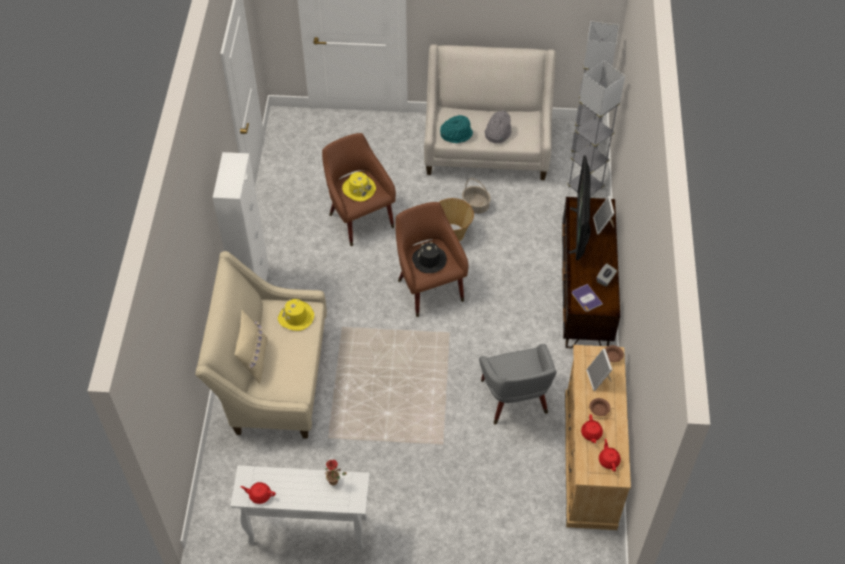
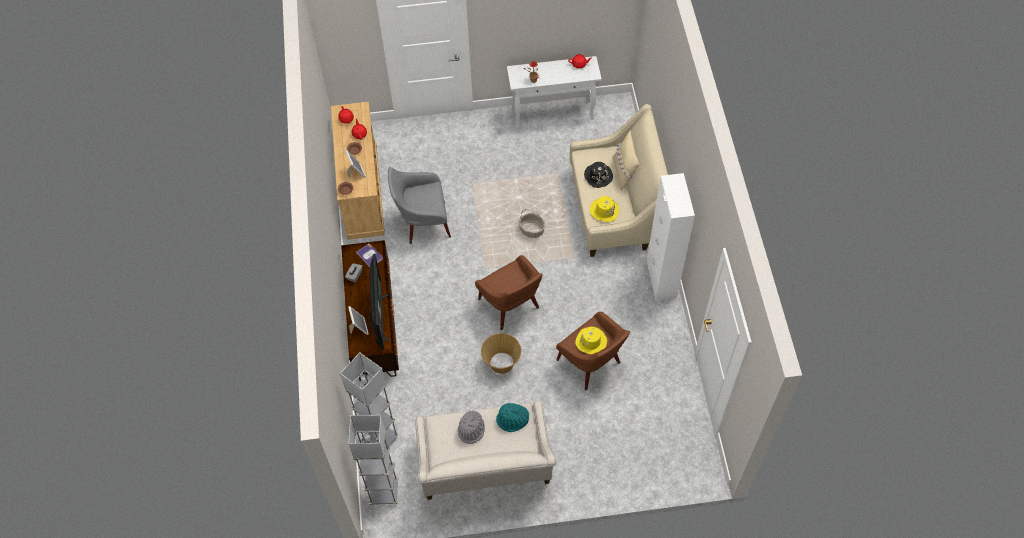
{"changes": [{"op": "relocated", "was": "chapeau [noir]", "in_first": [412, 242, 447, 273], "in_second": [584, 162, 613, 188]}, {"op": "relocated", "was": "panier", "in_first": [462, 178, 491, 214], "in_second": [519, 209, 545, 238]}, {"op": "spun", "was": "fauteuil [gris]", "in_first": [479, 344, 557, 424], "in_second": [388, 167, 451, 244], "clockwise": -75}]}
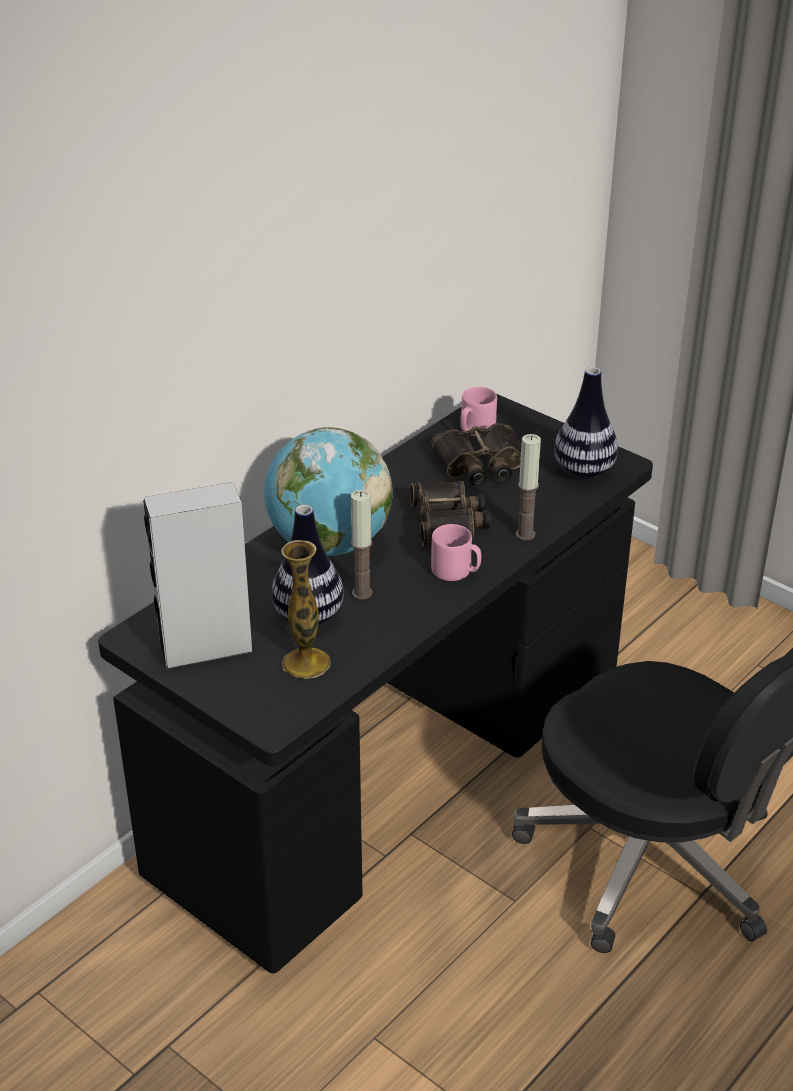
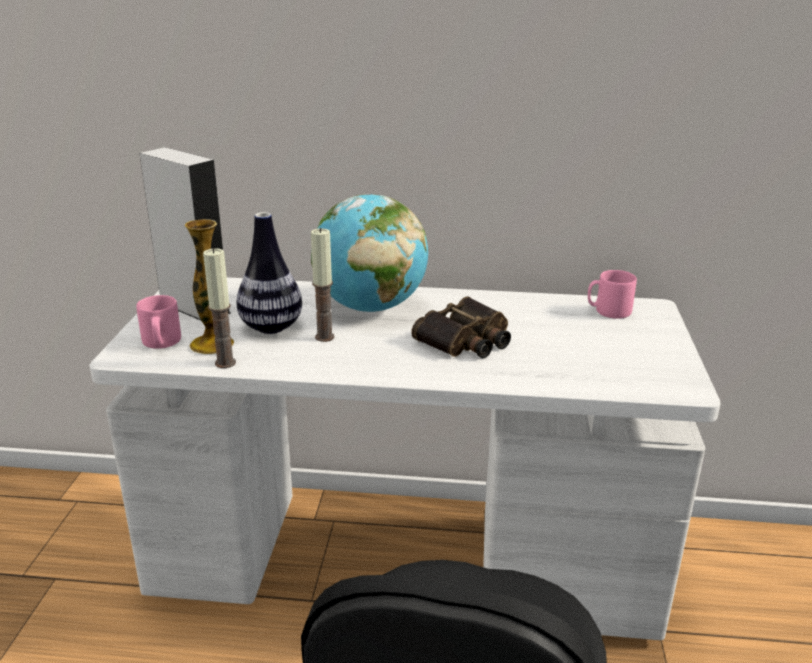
{"changes": [{"op": "colour", "was": "bureau [noir]", "now": "bureau [blanc]", "in_first": [98, 394, 653, 973], "in_second": [89, 277, 721, 640]}, {"op": "missing", "was": "jumelles", "in_first": [431, 423, 521, 486]}, {"op": "relocated", "was": "mug [rose]", "in_first": [431, 524, 481, 581], "in_second": [136, 295, 181, 349]}, {"op": "relocated", "was": "bougie", "in_first": [515, 434, 541, 540], "in_second": [203, 248, 236, 368]}, {"op": "missing", "was": "vase", "in_first": [554, 367, 618, 479]}]}
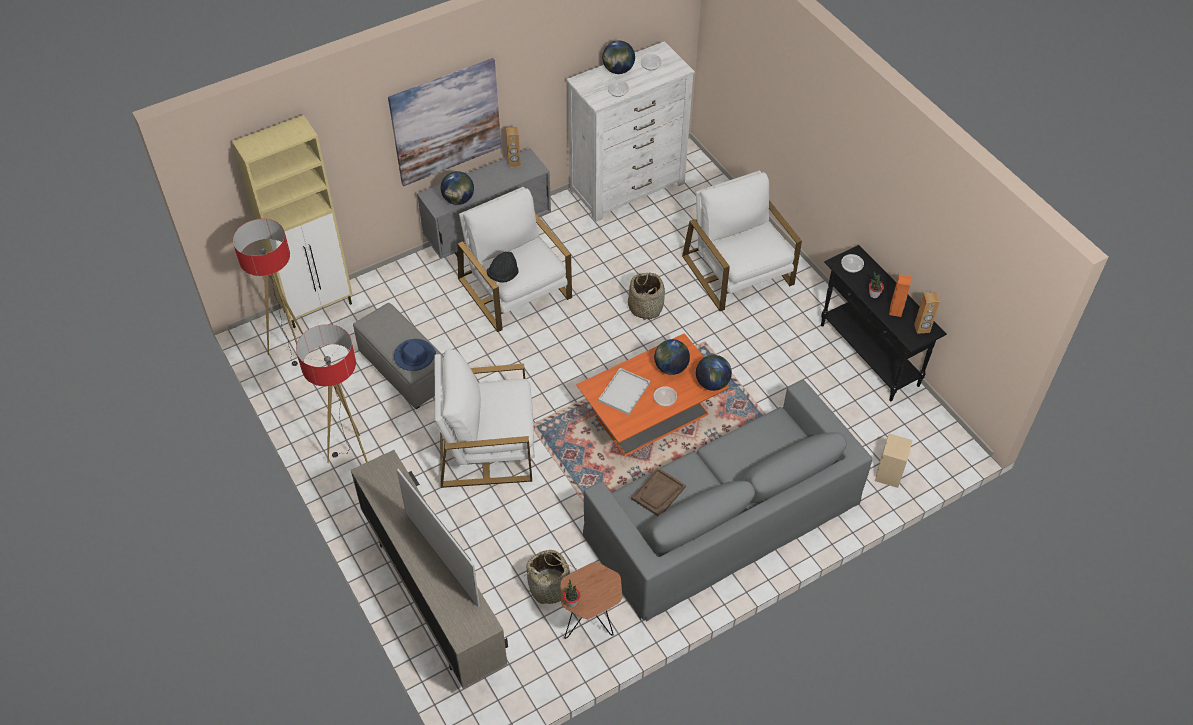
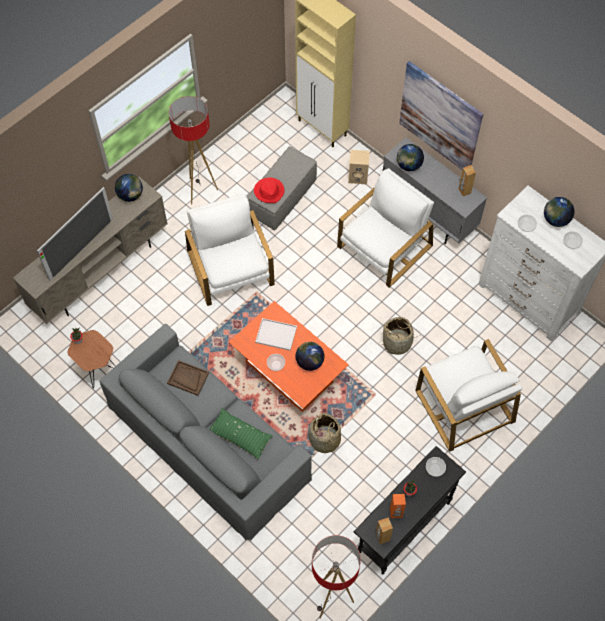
{"changes": [{"op": "relocated", "was": "lampadaire", "in_first": [233, 219, 304, 366], "in_second": [312, 535, 361, 619]}, {"op": "colour", "was": "chapeau [bleu]", "now": "chapeau [rouge]", "in_first": [394, 339, 436, 371], "in_second": [254, 177, 284, 203]}, {"op": "missing", "was": "chapeau [noir]", "in_first": [486, 252, 519, 283]}, {"op": "relocated", "was": "panier", "in_first": [524, 550, 573, 604], "in_second": [308, 413, 341, 455]}, {"op": "spun", "was": "fauteuil [blanc]", "in_first": [682, 171, 802, 311], "in_second": [415, 339, 523, 452], "clockwise": 105}, {"op": "relocated", "was": "globe", "in_first": [696, 355, 732, 391], "in_second": [115, 174, 143, 202]}, {"op": "relocated", "was": "enceinte [beige]", "in_first": [875, 433, 913, 488], "in_second": [348, 150, 370, 184]}, {"op": "appeared", "now": "coussin [vert]", "in_second": [209, 408, 273, 460]}]}
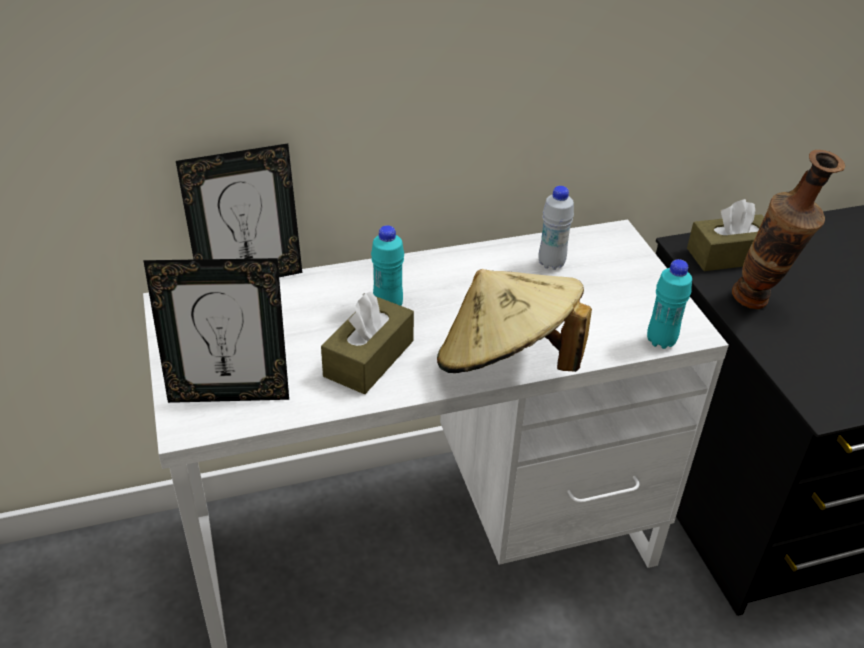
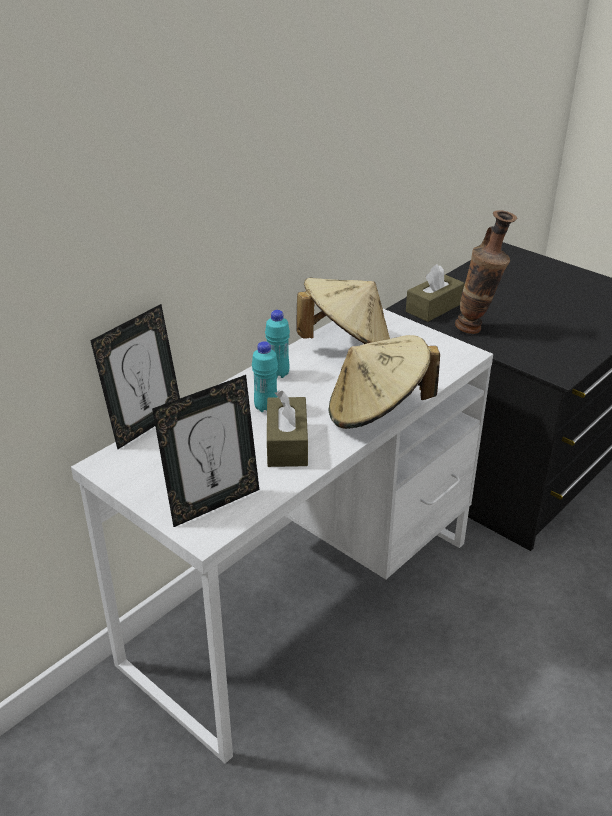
{"changes": [{"op": "exchanged", "was": "bouteille [blanc]", "now": "chapeau [beige]", "in_first": [539, 186, 574, 270], "in_second": [296, 278, 390, 344]}, {"op": "relocated", "was": "bouteille [turquoise]", "in_first": [647, 259, 692, 349], "in_second": [265, 310, 290, 378]}]}
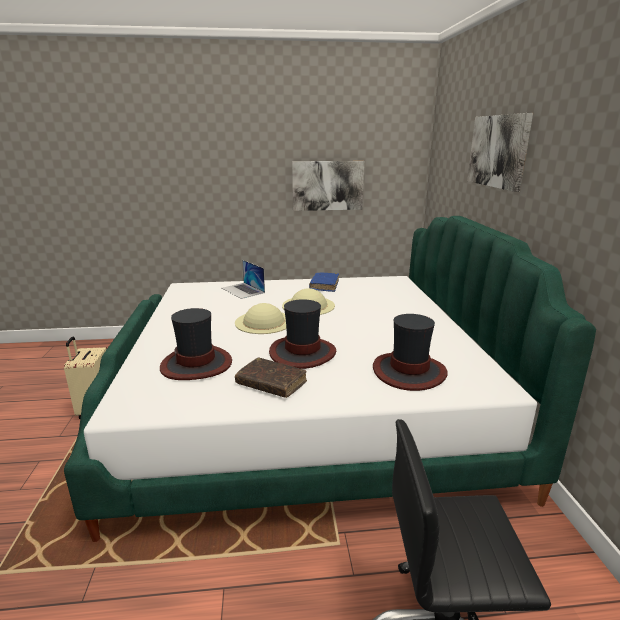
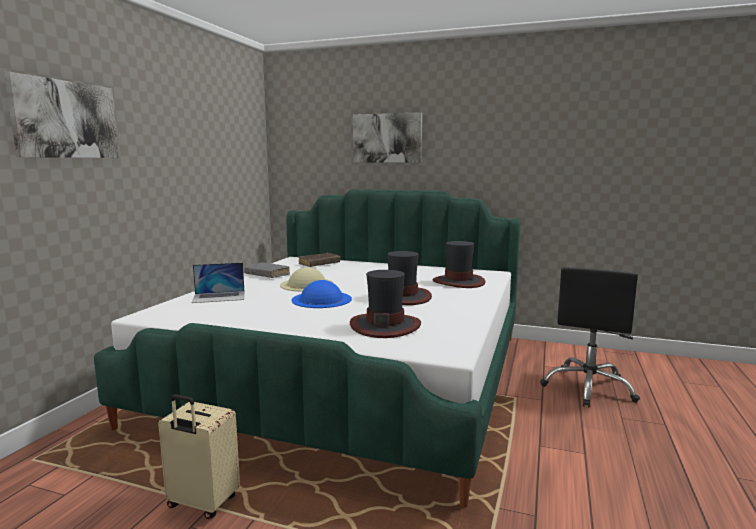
{"changes": [{"op": "colour", "was": "chapeau [beige]", "now": "chapeau [bleu]", "in_first": [235, 303, 286, 334], "in_second": [291, 280, 352, 308]}, {"op": "relocated", "was": "livre [marron]", "in_first": [235, 357, 307, 398], "in_second": [298, 253, 340, 267]}, {"op": "relocated", "was": "tableau", "in_first": [292, 161, 364, 211], "in_second": [4, 72, 119, 158]}, {"op": "colour", "was": "livre [bleu]", "now": "livre [gris]", "in_first": [309, 272, 339, 292], "in_second": [244, 262, 290, 278]}]}
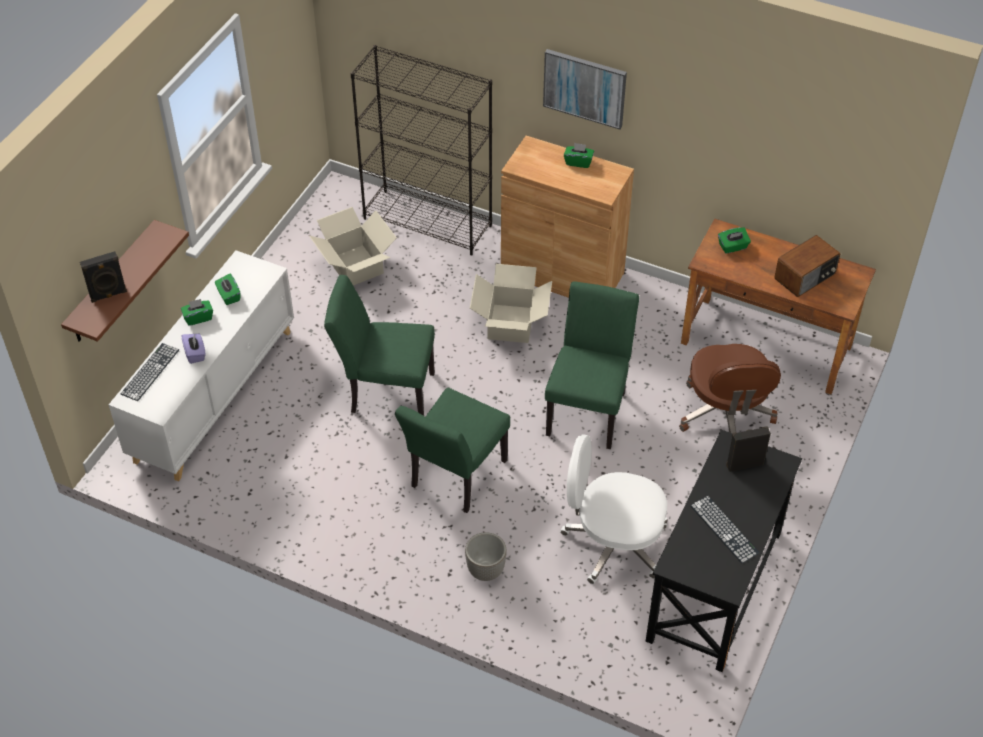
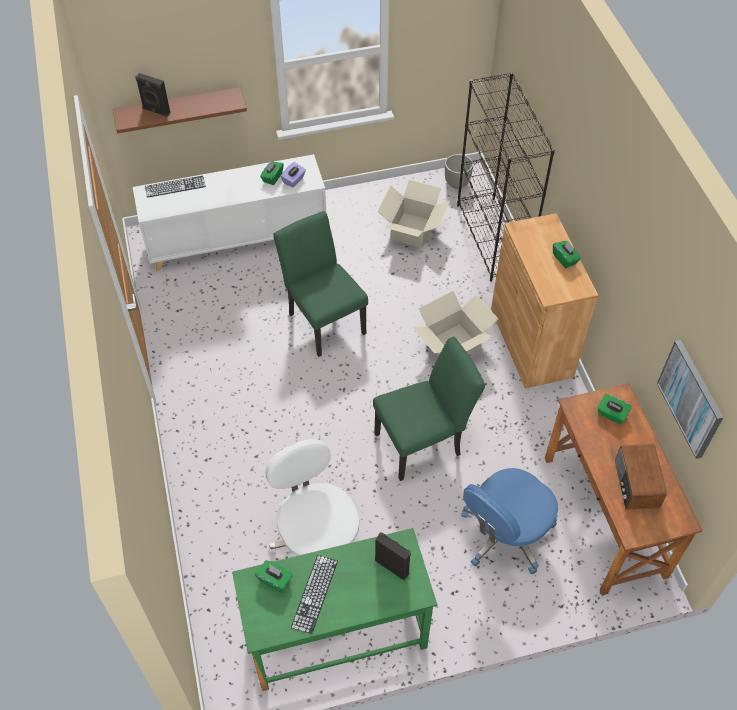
{"changes": [{"op": "relocated", "was": "boîte à mouchoirs [vert]", "in_first": [181, 299, 213, 326], "in_second": [255, 560, 293, 593]}, {"op": "relocated", "was": "boîte à mouchoirs [violet]", "in_first": [182, 333, 206, 364], "in_second": [281, 162, 306, 188]}, {"op": "missing", "was": "chaise [vert]", "in_first": [395, 387, 510, 513]}, {"op": "relocated", "was": "cache-pot", "in_first": [465, 532, 507, 581], "in_second": [445, 154, 473, 189]}, {"op": "relocated", "was": "tableau", "in_first": [543, 49, 627, 130], "in_second": [657, 340, 724, 459]}, {"op": "colour", "was": "bureau [noir]", "now": "bureau [vert]", "in_first": [646, 430, 802, 672], "in_second": [232, 528, 437, 691]}, {"op": "colour", "was": "chaise de bureau [marron]", "now": "chaise de bureau [bleu]", "in_first": [679, 344, 781, 433], "in_second": [461, 468, 558, 574]}, {"op": "spun", "was": "radio", "in_first": [774, 235, 840, 297], "in_second": [615, 444, 667, 510], "clockwise": 75}]}
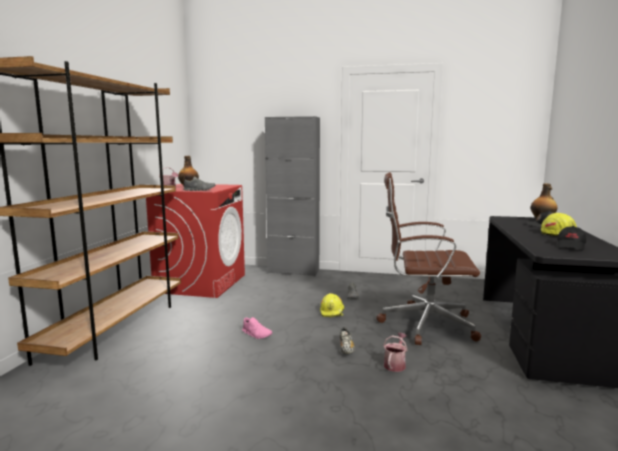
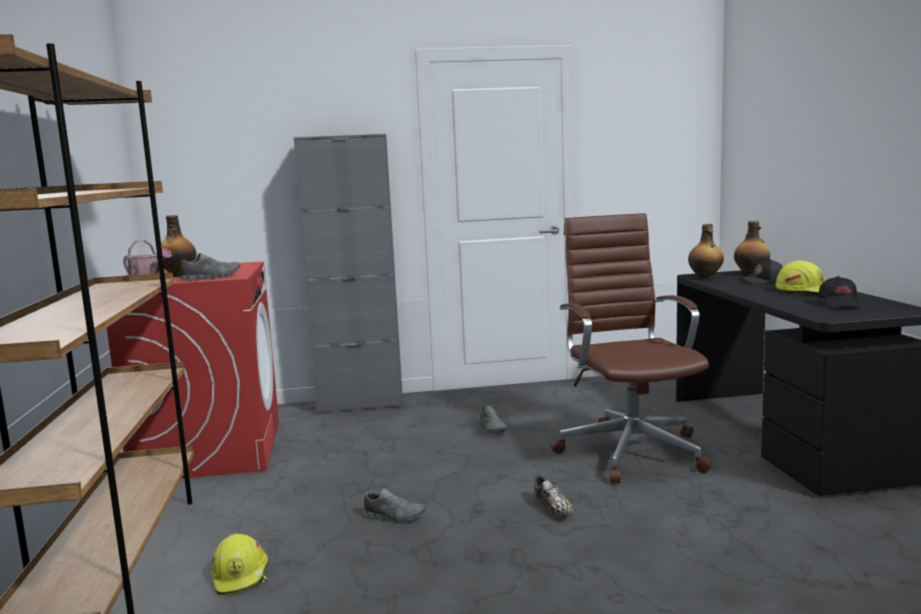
{"changes": [{"op": "colour", "was": "chaussure [rose]", "now": "chaussure [gris]", "in_first": [242, 317, 272, 339], "in_second": [363, 488, 426, 523]}, {"op": "relocated", "was": "casque de chantier [jaune]", "in_first": [320, 293, 344, 317], "in_second": [211, 533, 269, 596]}, {"op": "spun", "was": "chaise de bureau [marron]", "in_first": [376, 172, 481, 345], "in_second": [551, 213, 711, 483], "clockwise": 90}, {"op": "missing", "was": "arrosoir", "in_first": [383, 333, 407, 372]}, {"op": "appeared", "now": "bouteille", "in_second": [688, 224, 724, 279]}]}
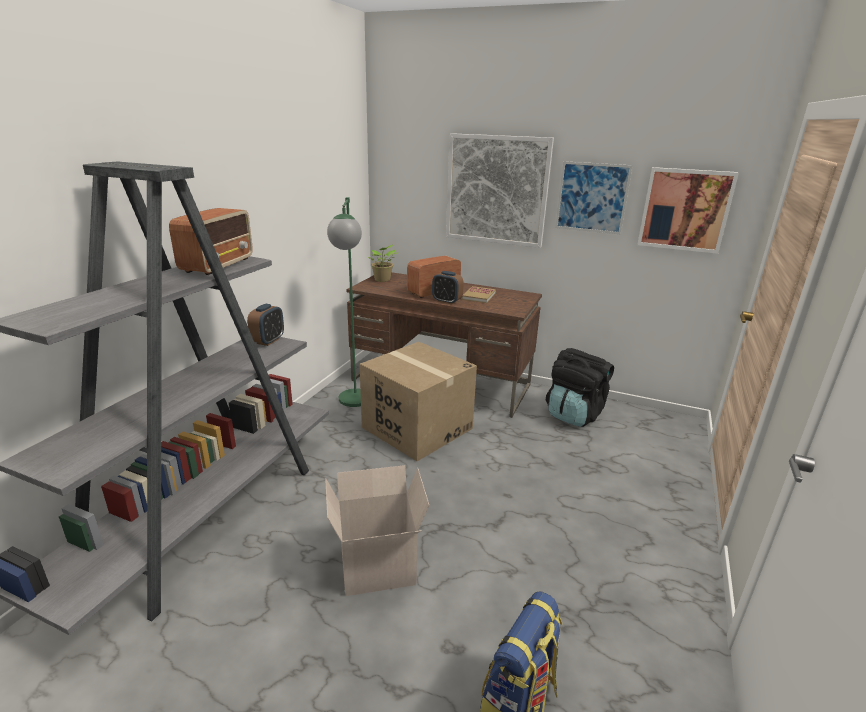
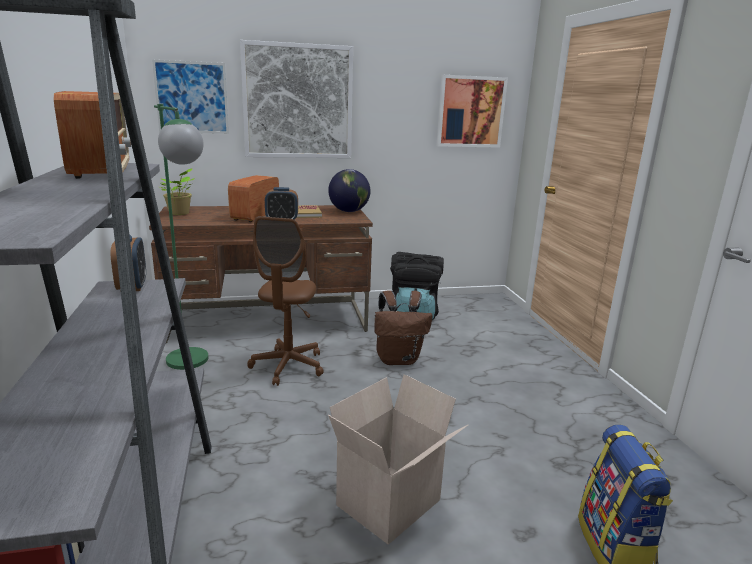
{"changes": [{"op": "exchanged", "was": "carton", "now": "chaise de bureau [marron]", "in_first": [360, 342, 477, 461], "in_second": [247, 216, 324, 386]}, {"op": "relocated", "was": "tableau", "in_first": [555, 161, 633, 234], "in_second": [152, 60, 229, 134]}, {"op": "appeared", "now": "globe", "in_second": [328, 169, 371, 212]}, {"op": "appeared", "now": "sac à dos [marron]", "in_second": [374, 290, 433, 365]}]}
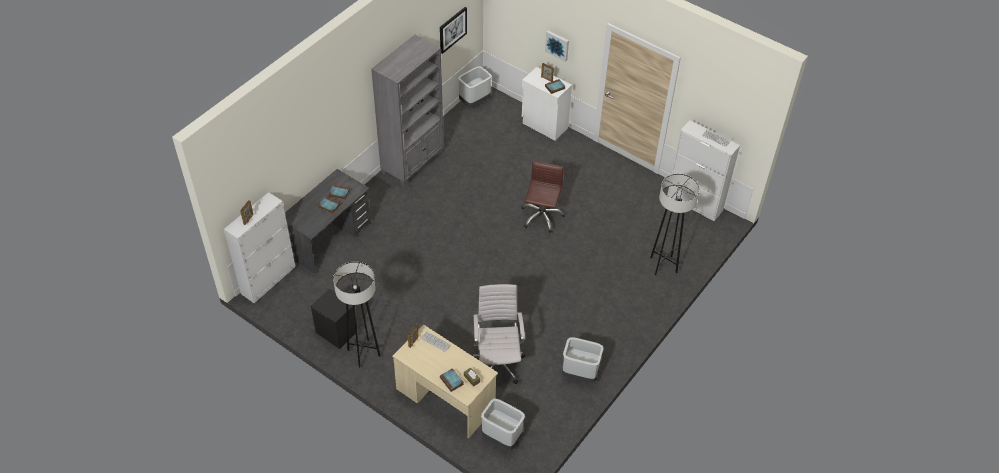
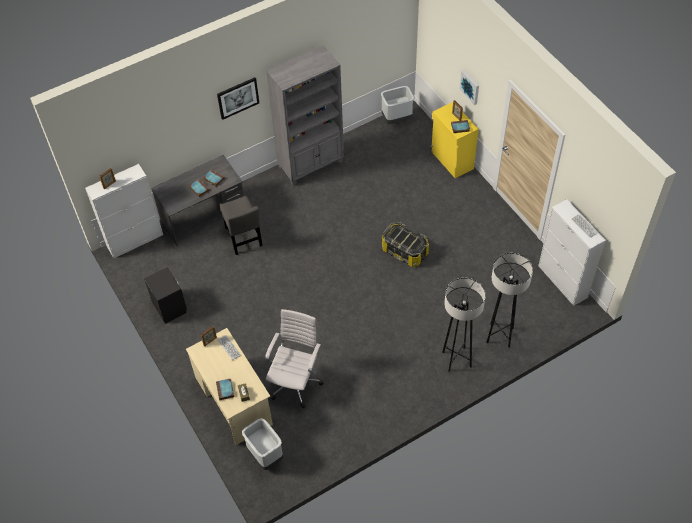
{"changes": [{"op": "relocated", "was": "lampadaire [gris]", "in_first": [333, 262, 381, 367], "in_second": [442, 278, 486, 372]}, {"op": "relocated", "was": "tableau", "in_first": [440, 7, 467, 54], "in_second": [217, 77, 259, 120]}, {"op": "colour", "was": "meuble de rangement [blanc]", "now": "meuble de rangement [jaune]", "in_first": [521, 67, 572, 141], "in_second": [430, 102, 479, 178]}, {"op": "exchanged", "was": "chaise de bureau [marron]", "now": "boîte de rangement", "in_first": [522, 161, 565, 233], "in_second": [382, 222, 429, 267]}, {"op": "missing", "was": "poubelle [gris]", "in_first": [562, 337, 603, 383]}, {"op": "appeared", "now": "chaise [gris]", "in_second": [220, 196, 263, 255]}]}
